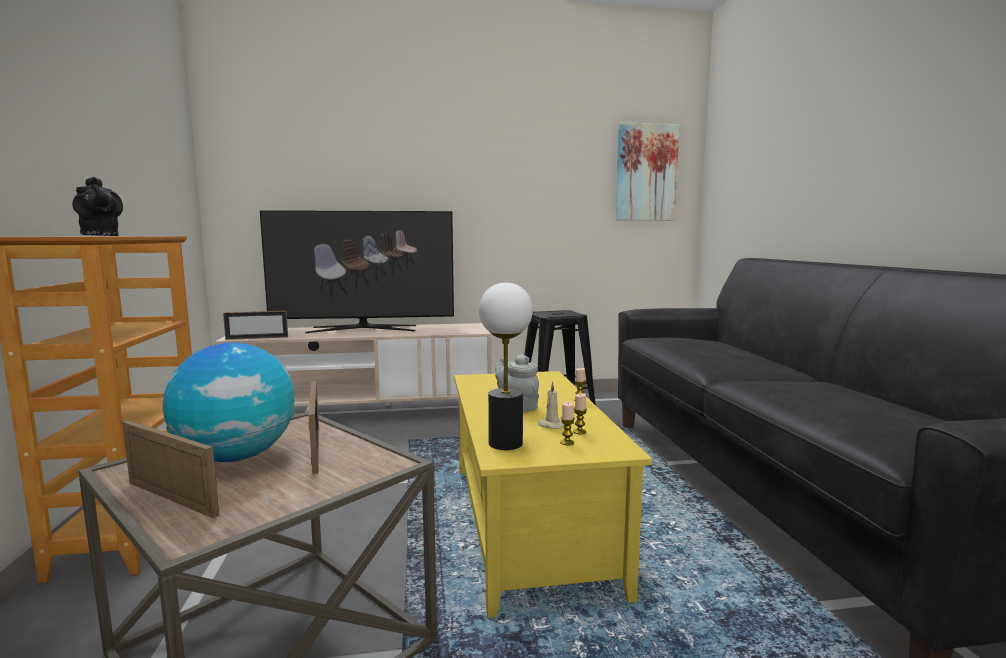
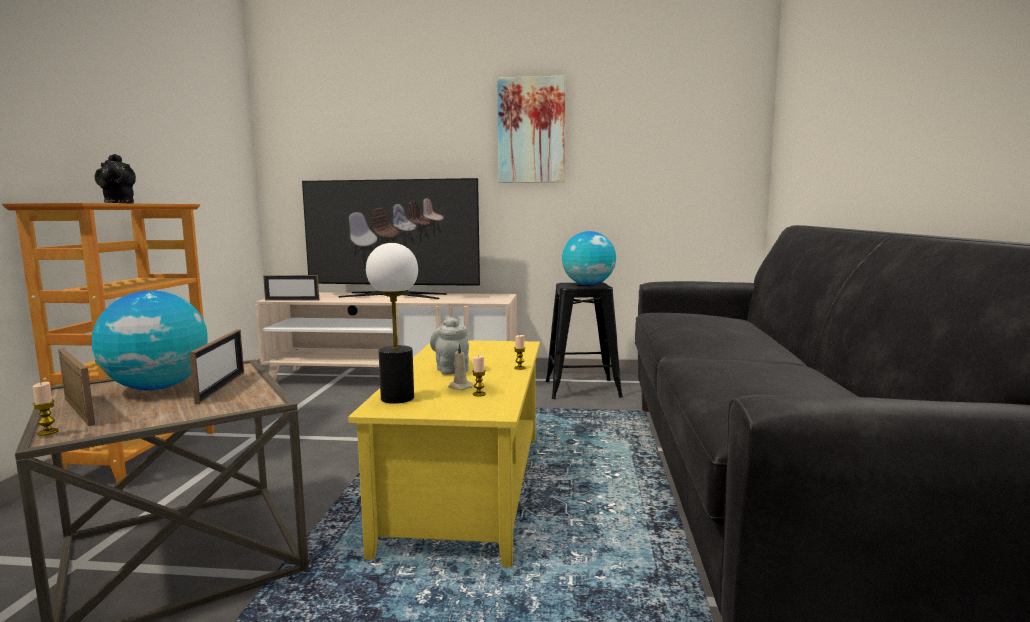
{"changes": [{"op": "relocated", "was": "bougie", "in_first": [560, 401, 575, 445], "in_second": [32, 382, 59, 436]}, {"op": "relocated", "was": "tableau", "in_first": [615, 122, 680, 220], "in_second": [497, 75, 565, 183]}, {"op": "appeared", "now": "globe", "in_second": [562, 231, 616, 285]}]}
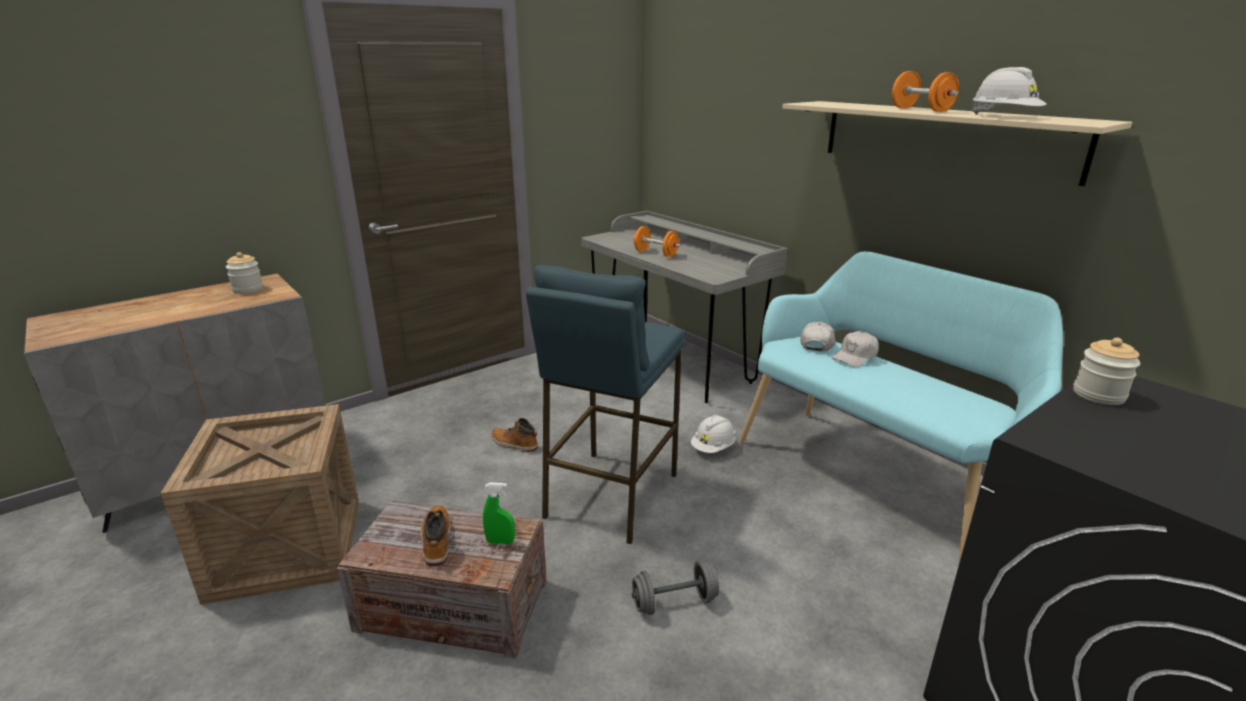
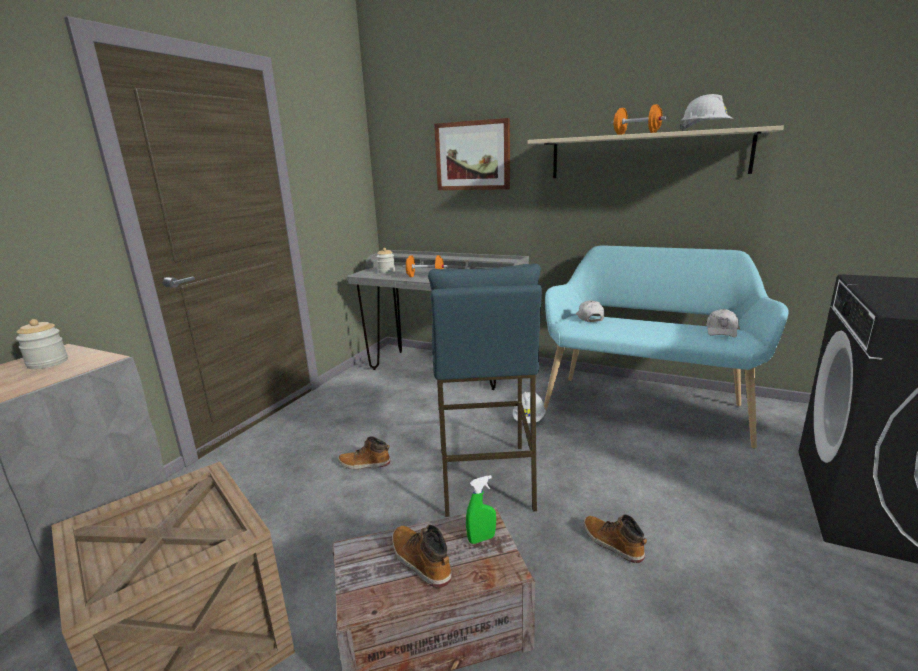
{"changes": [{"op": "exchanged", "was": "haltère [gris]", "now": "botte", "in_first": [632, 560, 719, 615], "in_second": [584, 514, 647, 563]}, {"op": "relocated", "was": "casquette [blanc]", "in_first": [832, 331, 879, 367], "in_second": [706, 309, 739, 337]}, {"op": "relocated", "was": "bocal", "in_first": [1073, 338, 1140, 405], "in_second": [376, 248, 395, 273]}, {"op": "appeared", "now": "tableau", "in_second": [434, 118, 510, 190]}]}
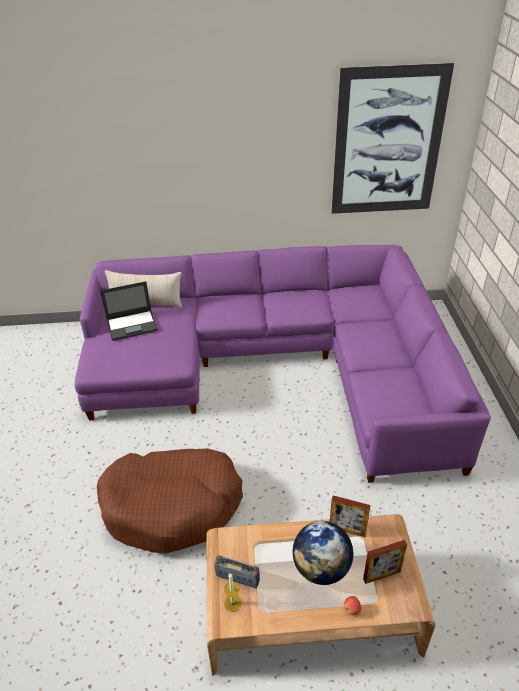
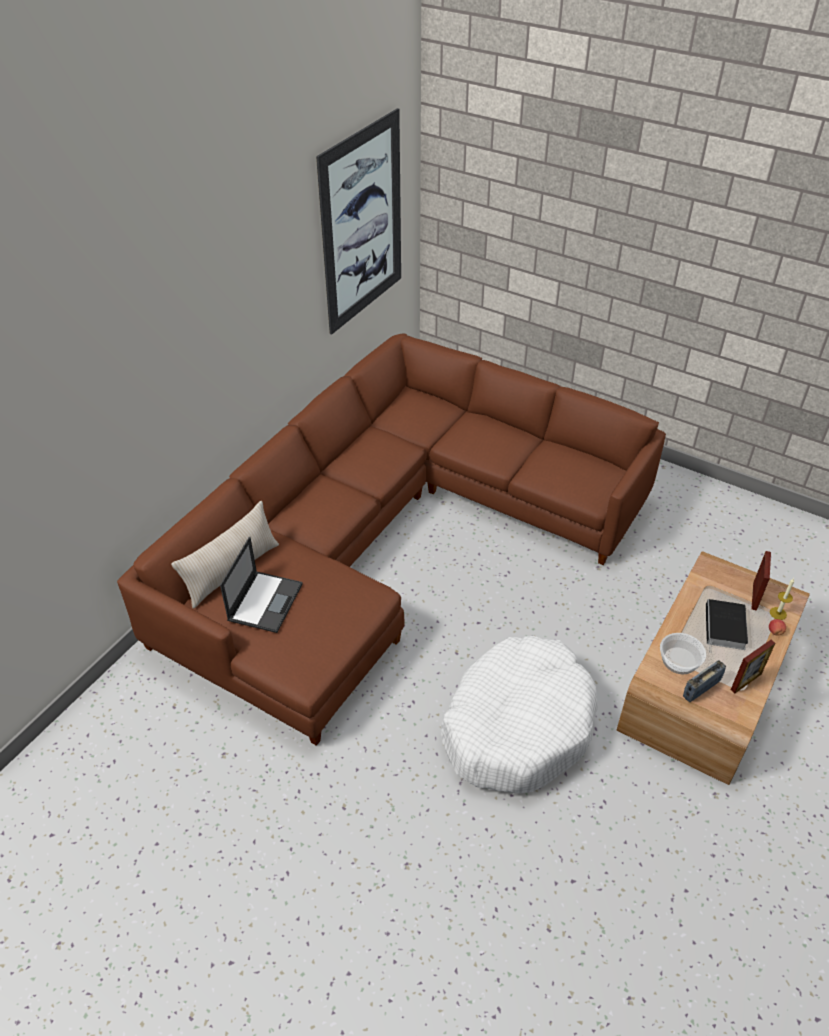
{"changes": [{"op": "colour", "was": "canapé [violet]", "now": "canapé [marron]", "in_first": [75, 245, 491, 483], "in_second": [117, 334, 666, 746]}, {"op": "colour", "was": "panier pour chien [marron]", "now": "panier pour chien [blanc]", "in_first": [97, 448, 243, 553], "in_second": [441, 635, 598, 793]}, {"op": "relocated", "was": "bougie", "in_first": [224, 573, 242, 612], "in_second": [770, 578, 794, 620]}, {"op": "exchanged", "was": "globe", "now": "livre", "in_first": [293, 521, 353, 585], "in_second": [706, 599, 748, 652]}, {"op": "relocated", "was": "cadre photo", "in_first": [330, 495, 371, 537], "in_second": [731, 640, 775, 693]}, {"op": "appeared", "now": "bol", "in_second": [660, 633, 706, 674]}]}
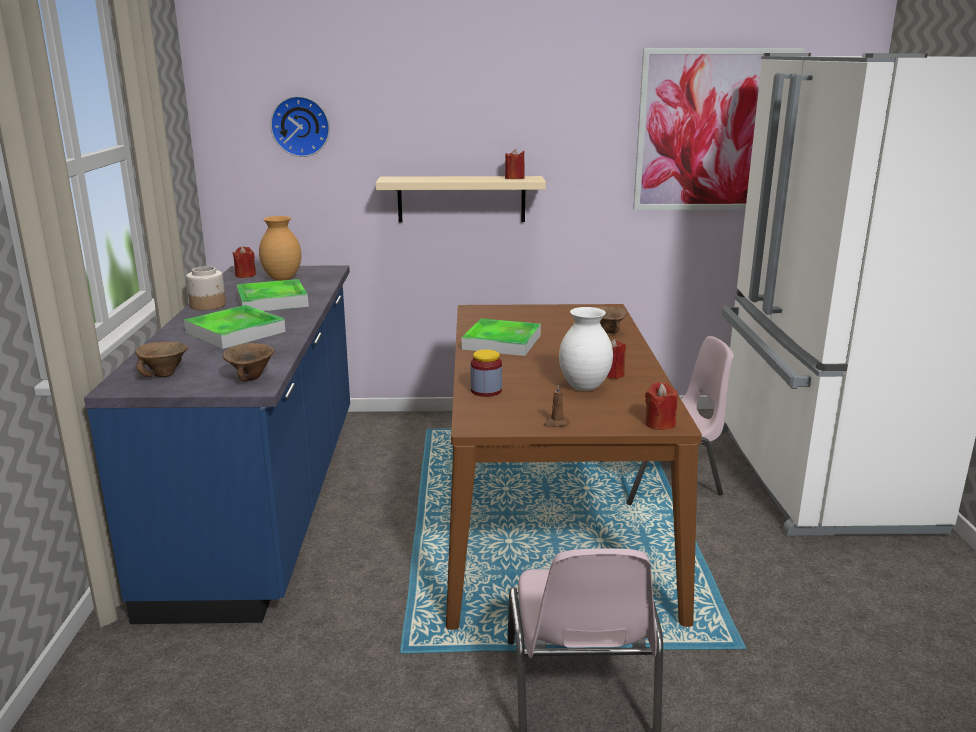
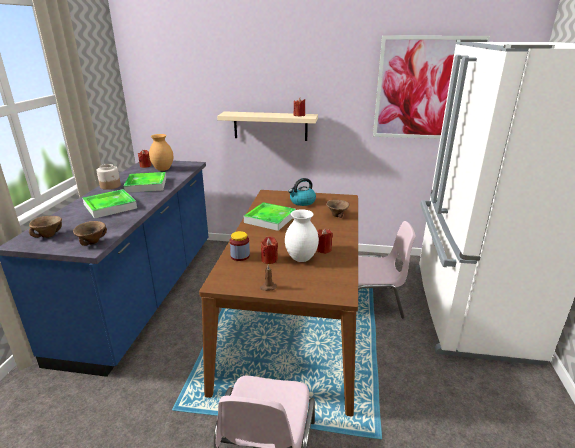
{"changes": [{"op": "missing", "was": "horloge murale", "in_first": [270, 96, 330, 157]}, {"op": "relocated", "was": "bougie [rouge]", "in_first": [645, 382, 678, 430], "in_second": [260, 236, 278, 264]}, {"op": "appeared", "now": "bouilloire", "in_second": [288, 178, 316, 206]}]}
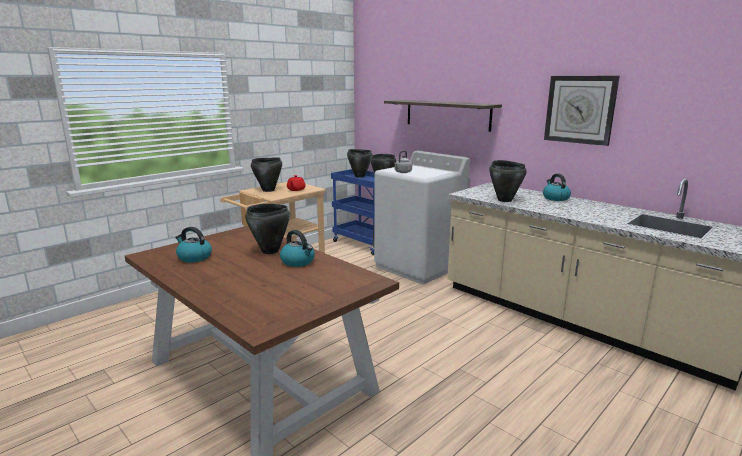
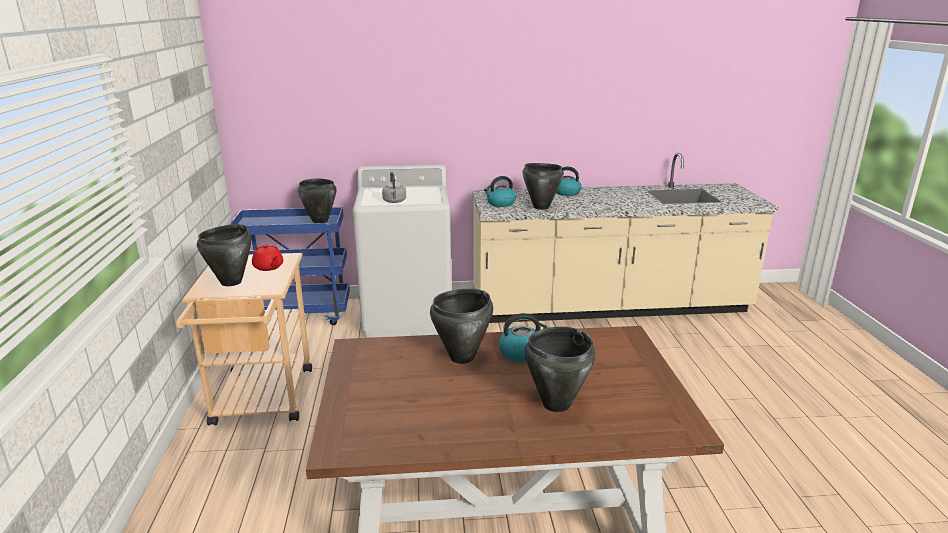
{"changes": [{"op": "relocated", "was": "bouilloire", "in_first": [175, 227, 212, 263], "in_second": [484, 176, 516, 207]}, {"op": "relocated", "was": "marmite [noir]", "in_first": [347, 149, 372, 178], "in_second": [525, 327, 595, 412]}, {"op": "missing", "was": "étagère", "in_first": [384, 100, 502, 132]}, {"op": "missing", "was": "horloge murale", "in_first": [544, 76, 620, 146]}]}
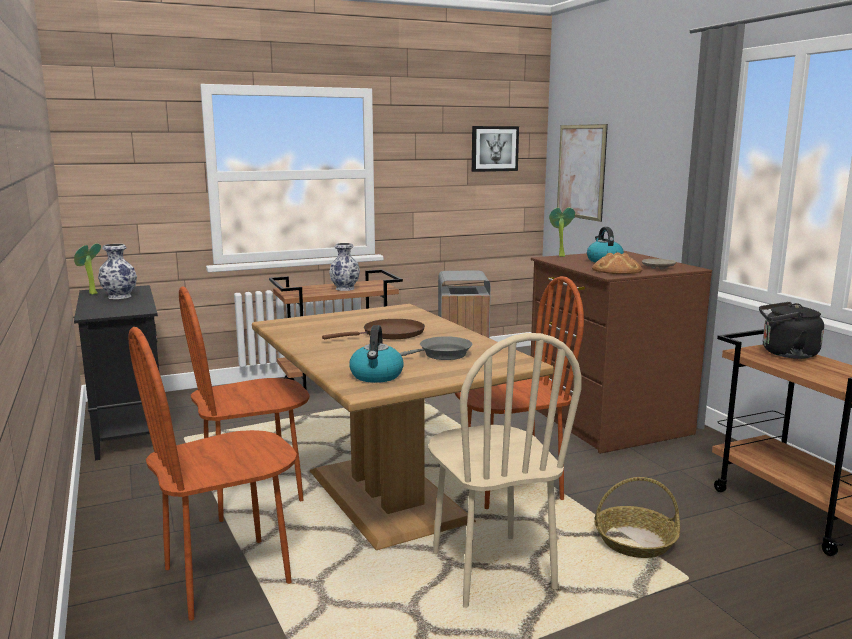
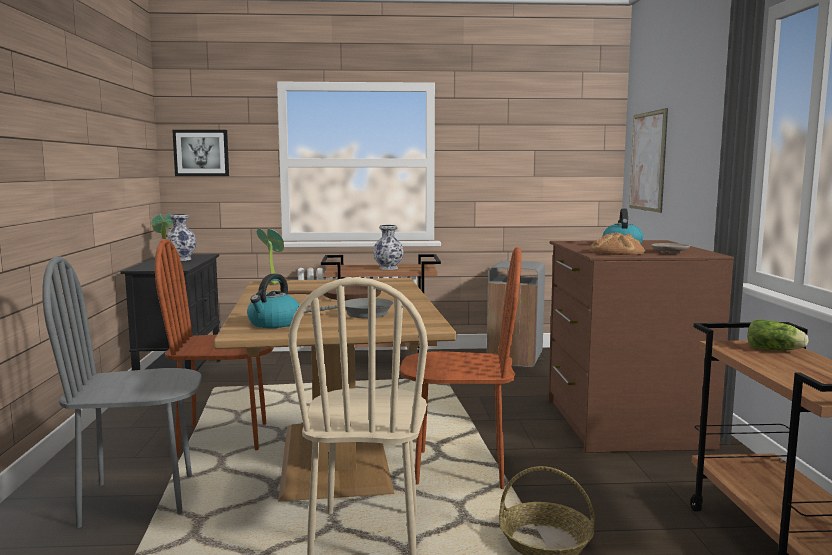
{"changes": [{"op": "colour", "was": "chaise [marron]", "now": "chaise [gris]", "in_first": [128, 327, 297, 621], "in_second": [42, 256, 201, 528]}, {"op": "relocated", "was": "tableau", "in_first": [472, 126, 519, 172], "in_second": [172, 130, 229, 176]}, {"op": "relocated", "was": "plante en pot", "in_first": [549, 208, 575, 257], "in_second": [257, 228, 284, 284]}, {"op": "exchanged", "was": "bouilloire [noir]", "now": "laitue", "in_first": [759, 302, 824, 359], "in_second": [748, 319, 809, 350]}]}
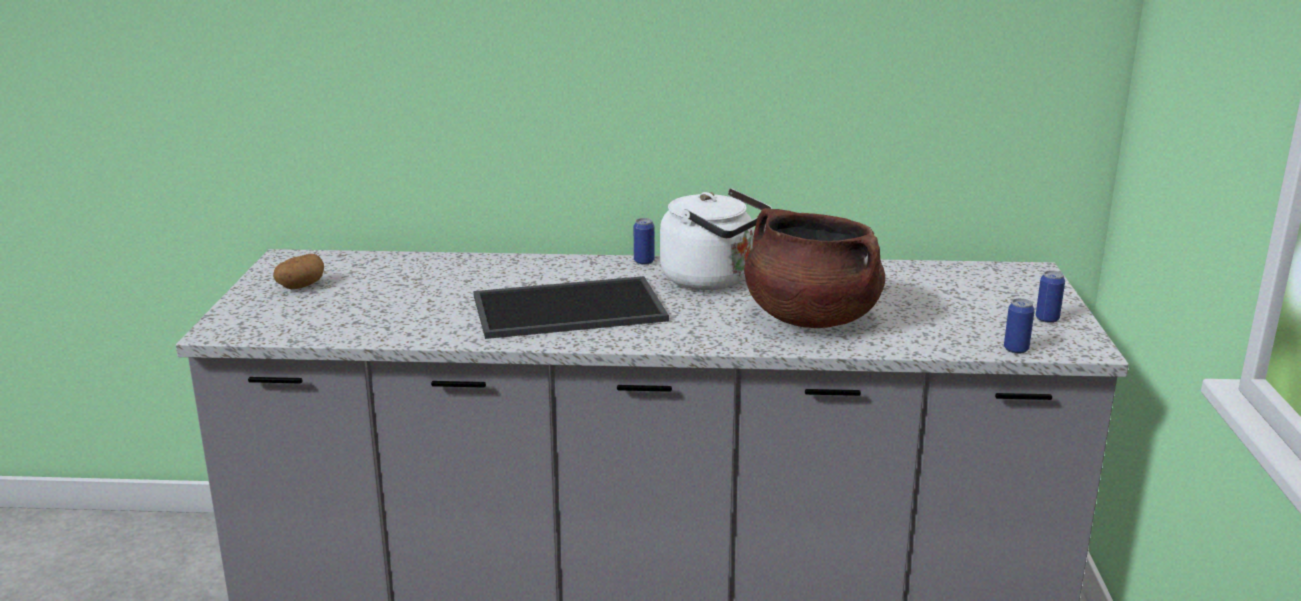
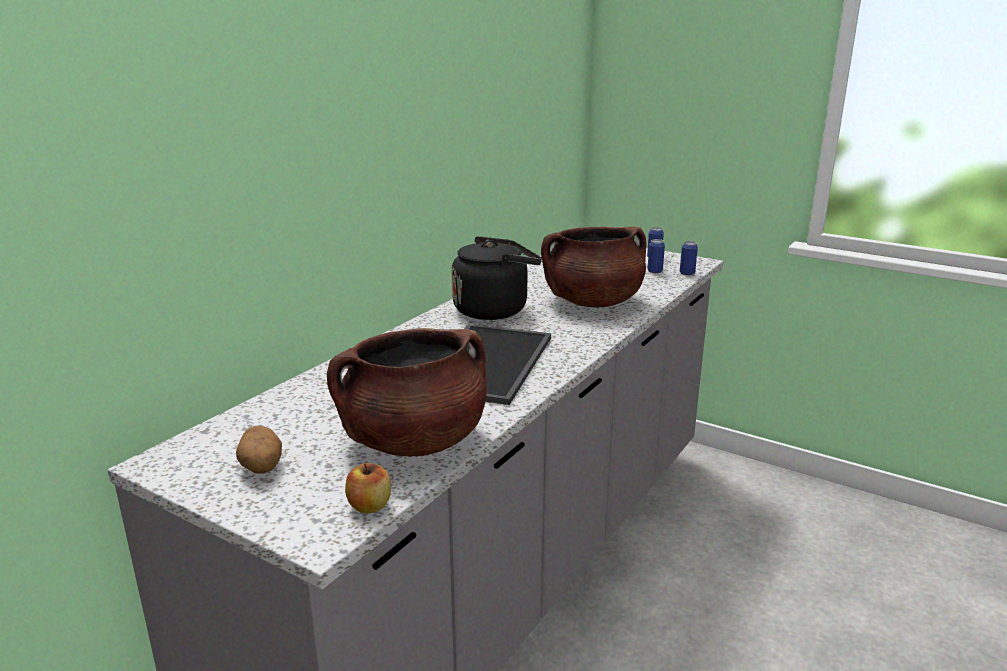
{"changes": [{"op": "relocated", "was": "boîte métallique", "in_first": [634, 218, 655, 265], "in_second": [647, 239, 665, 273]}, {"op": "colour", "was": "bouilloire [blanc]", "now": "bouilloire [noir]", "in_first": [660, 188, 772, 290], "in_second": [452, 236, 542, 320]}, {"op": "appeared", "now": "marmite [marron]", "in_second": [327, 328, 487, 456]}, {"op": "appeared", "now": "pomme", "in_second": [345, 463, 391, 513]}]}
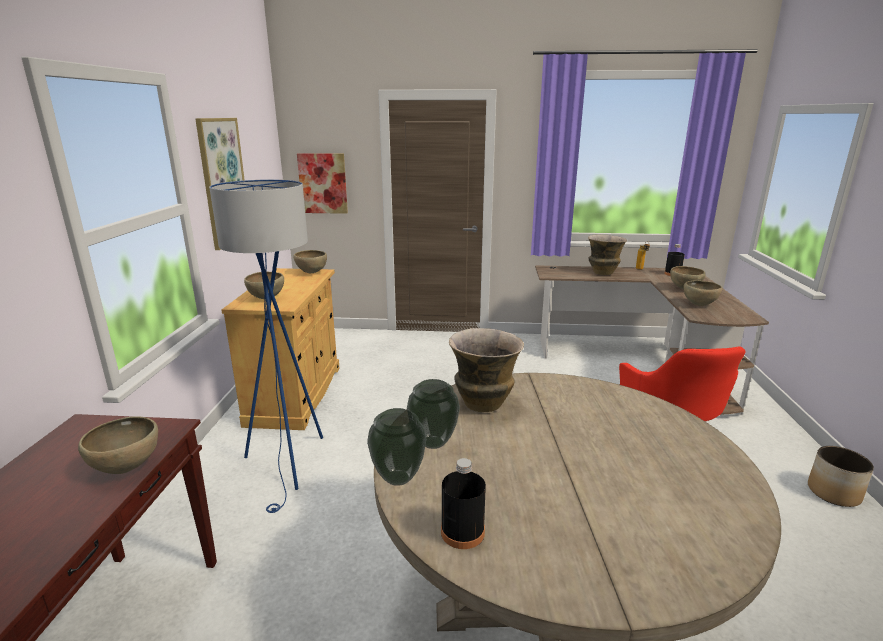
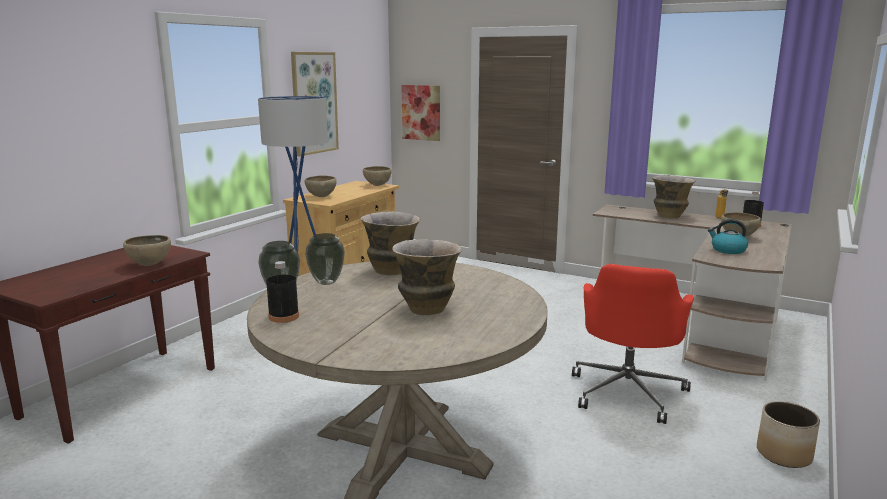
{"changes": [{"op": "exchanged", "was": "bol [marron]", "now": "bouilloire", "in_first": [683, 280, 722, 306], "in_second": [708, 219, 748, 254]}, {"op": "appeared", "now": "vase", "in_second": [392, 239, 462, 315]}]}
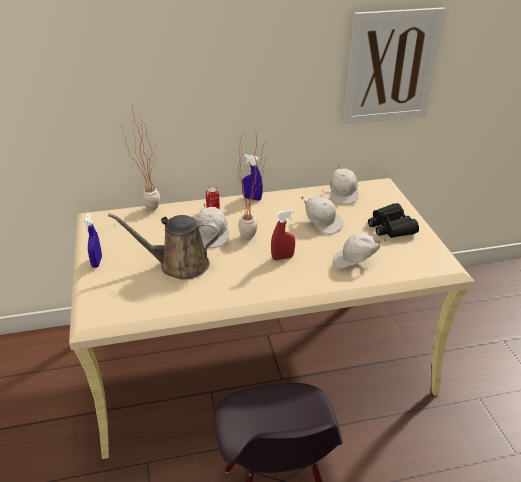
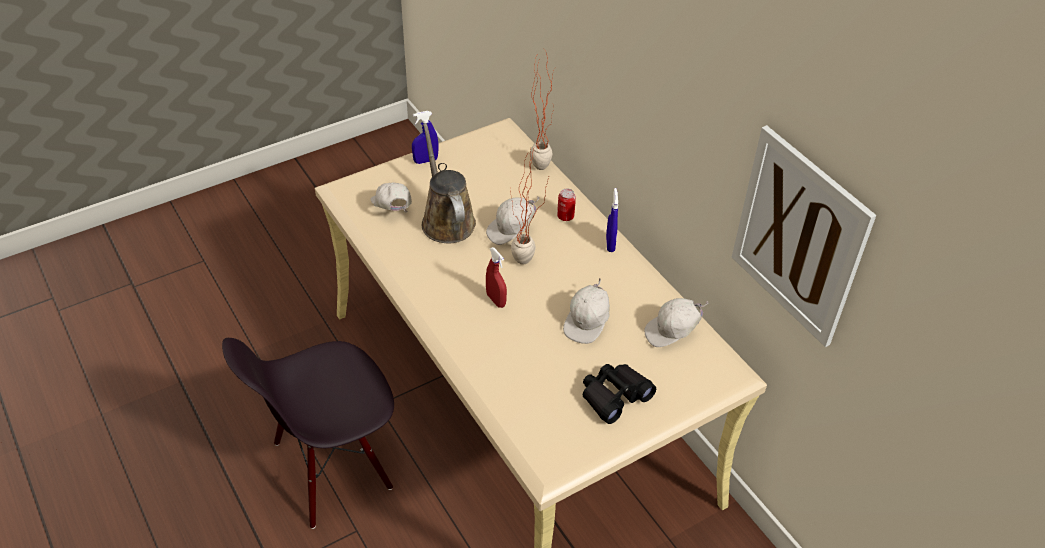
{"changes": [{"op": "relocated", "was": "casquette [blanc]", "in_first": [333, 233, 386, 268], "in_second": [371, 183, 412, 212]}]}
